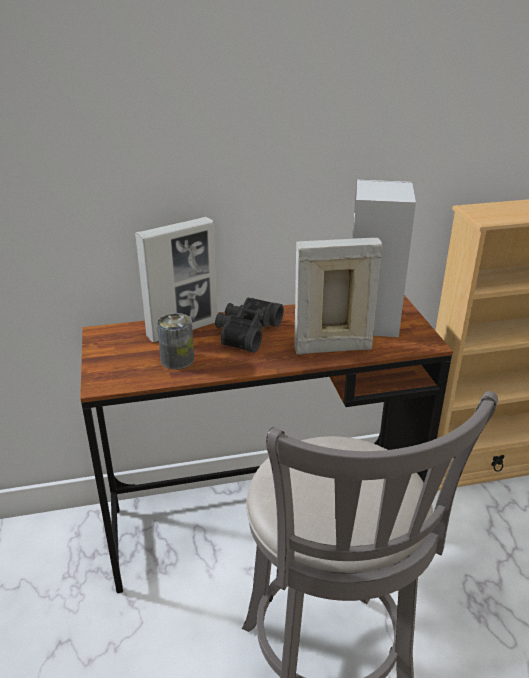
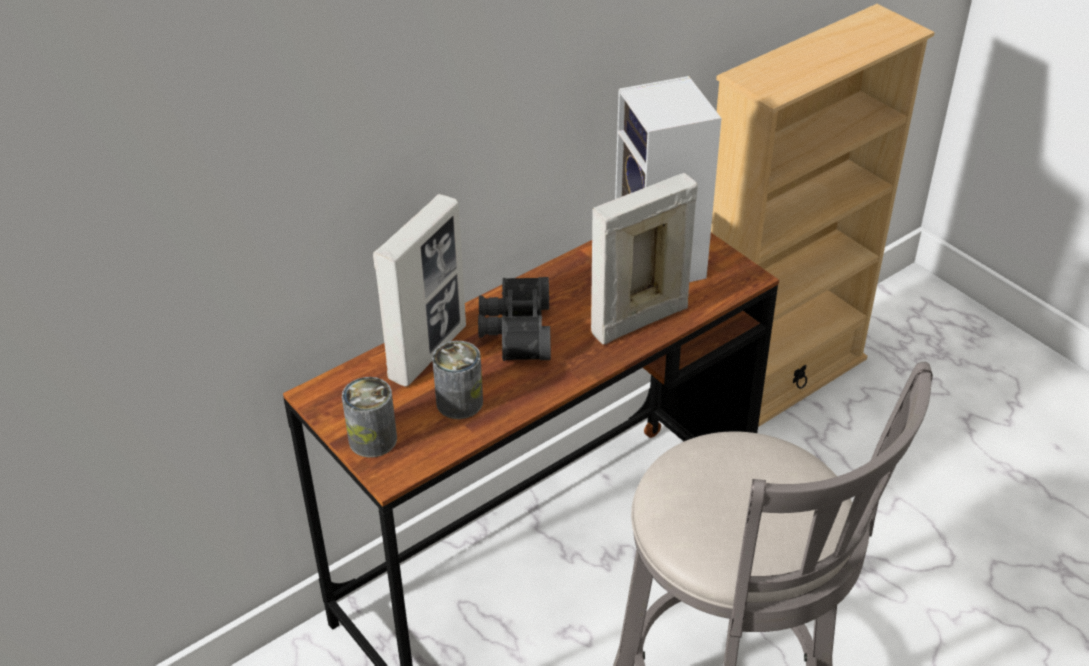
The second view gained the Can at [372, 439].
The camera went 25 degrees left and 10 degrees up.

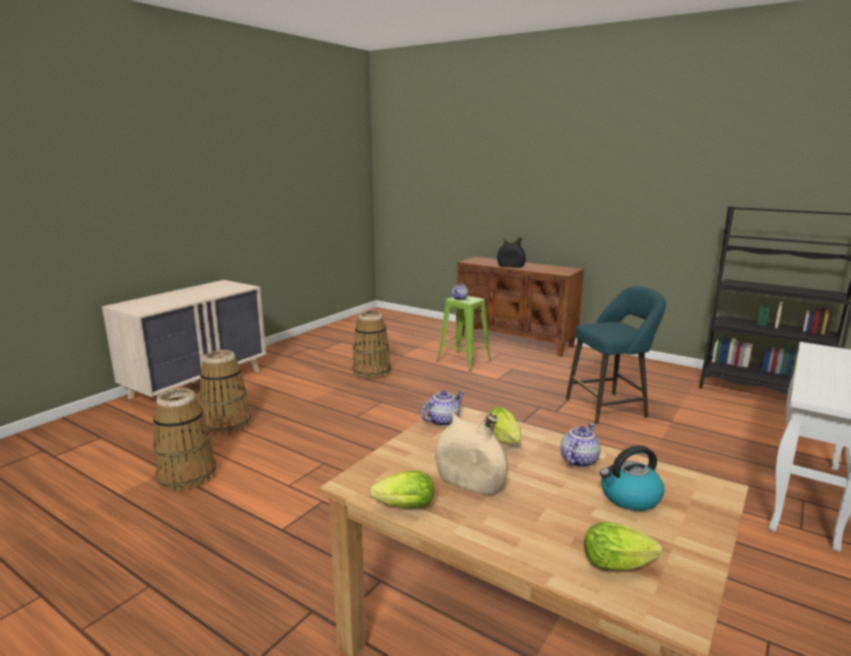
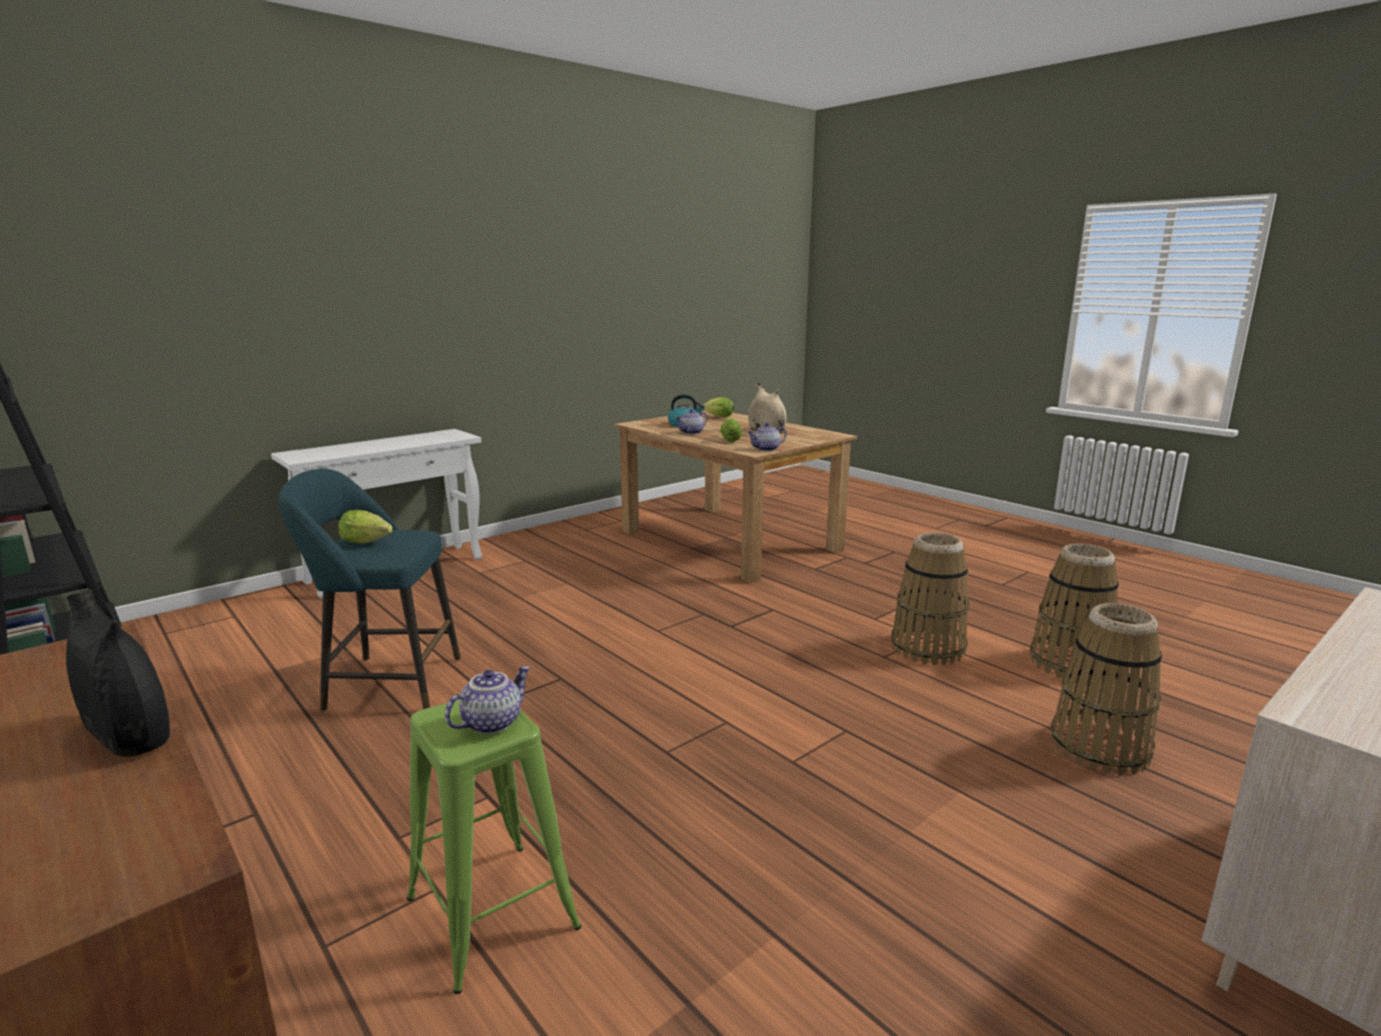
The Basket ended up elsewhere, having gone from [372, 372] to [927, 648].
The HeadOfLettuce ended up elsewhere, having gone from [401, 507] to [368, 542].
The camera went 165 degrees left and 0 degrees up.

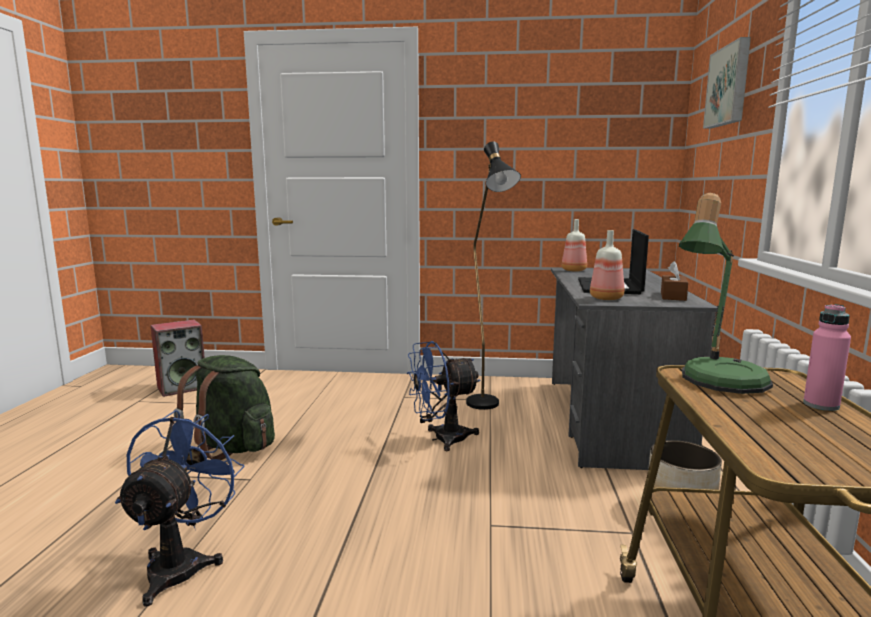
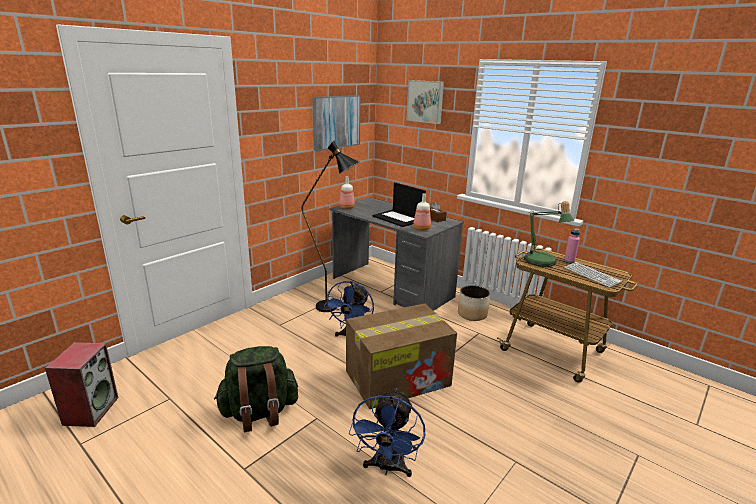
The BluishElectricFan at [182, 563] ended up facing another way, 120 degrees counterclockwise from before.
The second view gained the WallArt at [336, 122].
The second view gained the PackingBox at [399, 378].
The second view gained the Keyboard at [591, 275].
The camera went 55 degrees left and 10 degrees up.

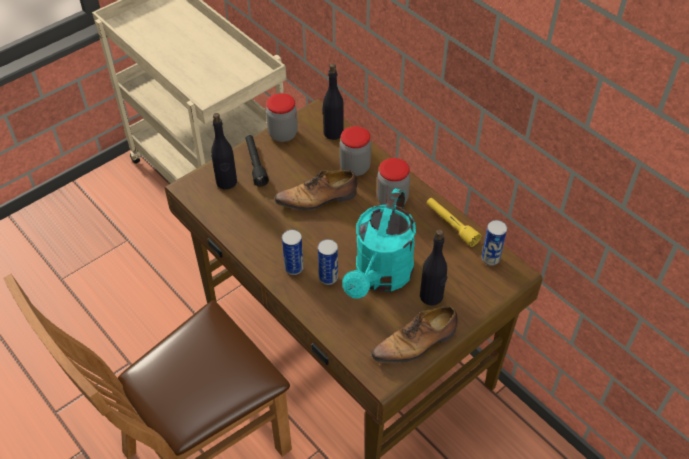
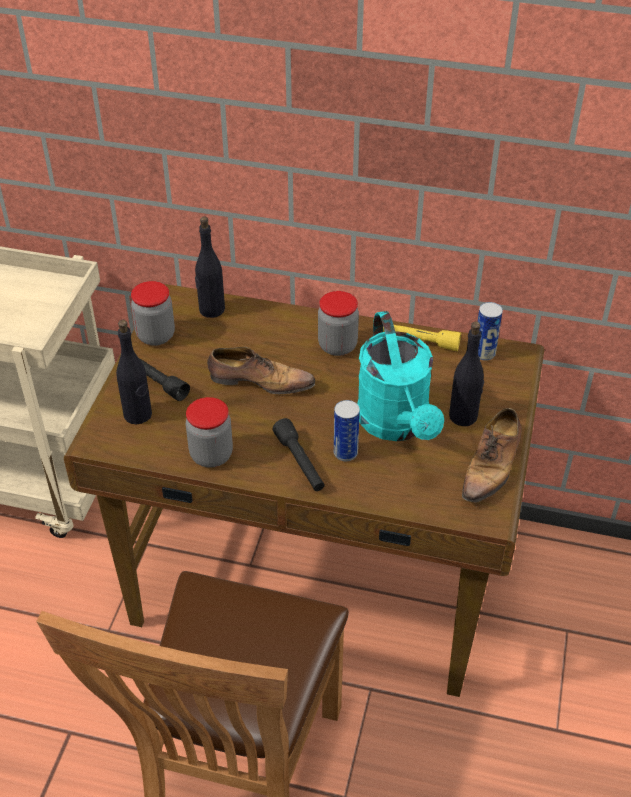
The ItemOfFootwear at [318, 198] ended up facing another way, 120 degrees counterclockwise from before.
Where the Can stood at [294, 268], the BlackFlashlight came to stand at [300, 462].
The PreserveJar ended up elsewhere, having gone from [355, 168] to [211, 455].
The camera went 35 degrees left and 5 degrees down.

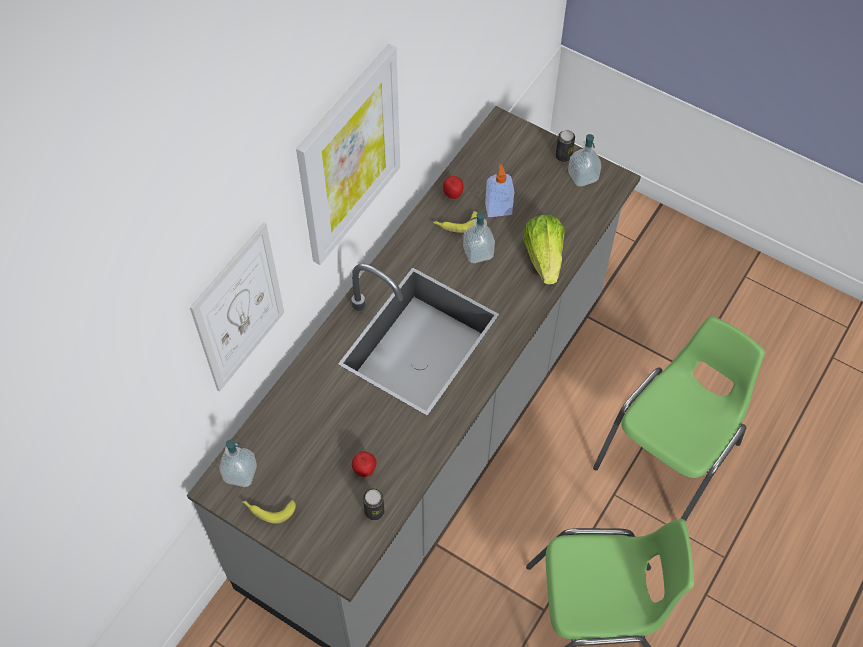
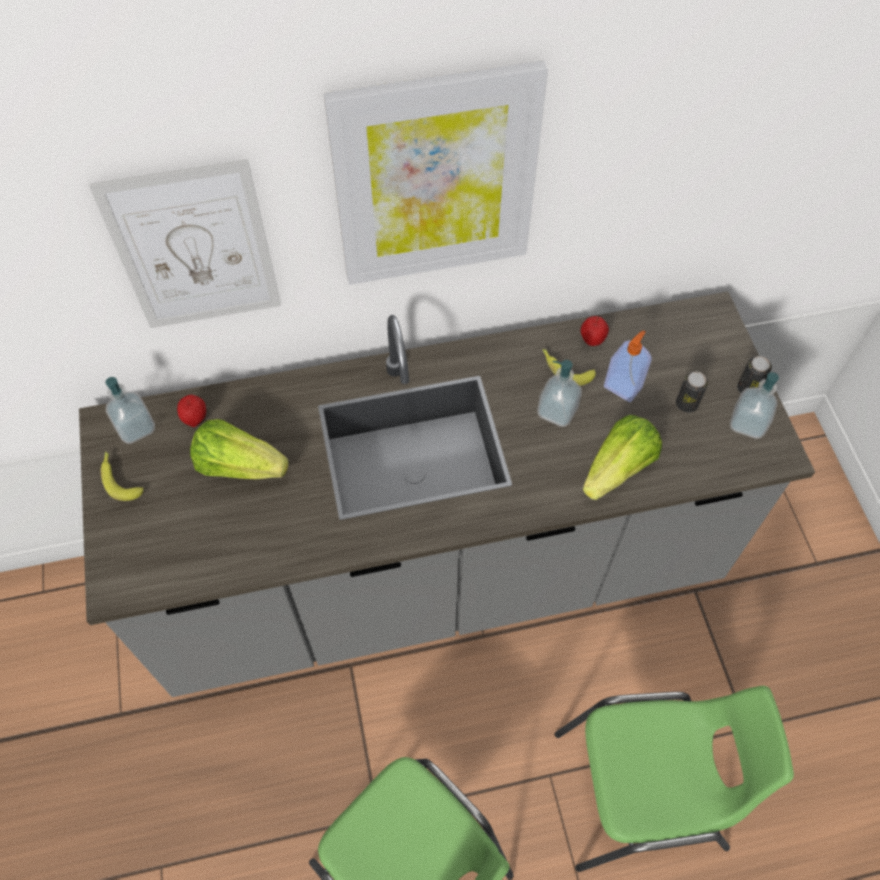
The Apple ended up elsewhere, having gone from [364, 470] to [196, 419].
The Can ended up elsewhere, having gone from [374, 511] to [686, 404].
The second view gained the HeadOfLettuce at [239, 465].
The camera went 45 degrees right and 0 degrees up.

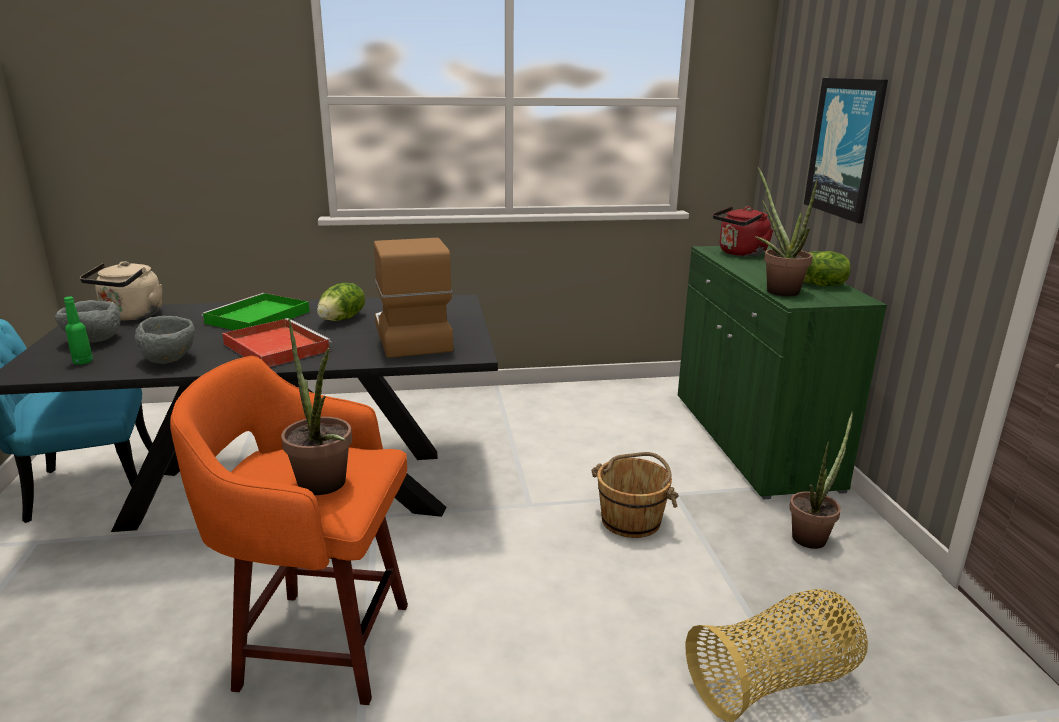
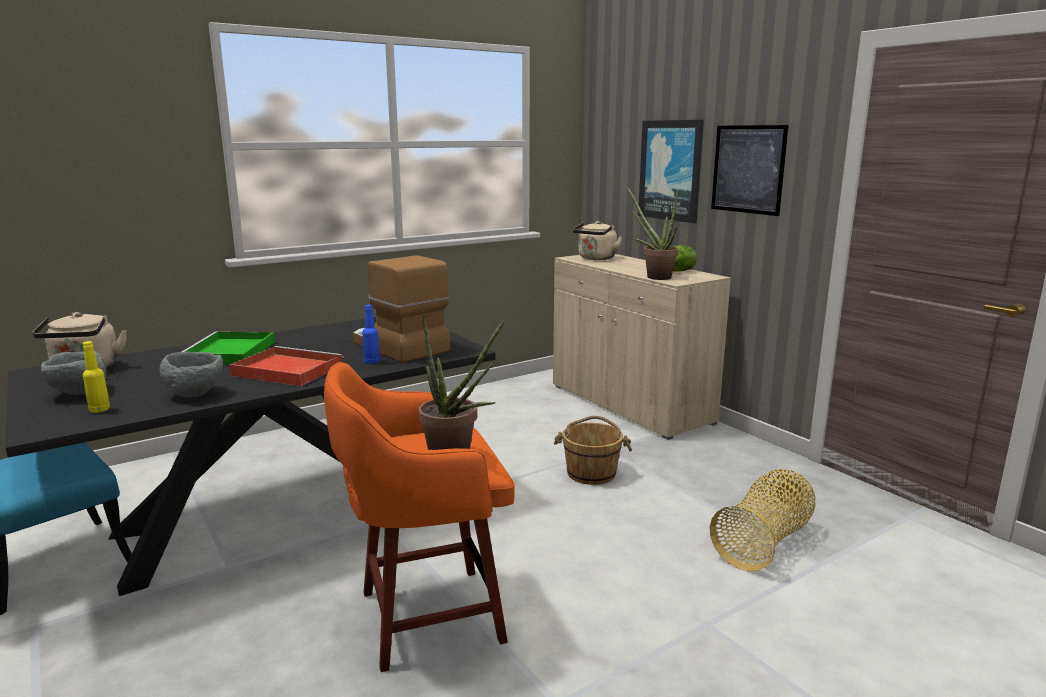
What was the GreenDrinkBottle at [83, 362] turned into the YellowColouredDrinkBottle at [99, 410].
The second view lost the HeadOfLettuce at [342, 319].
What was the GreenCabinet at [751, 440] turned into the BeigeColouredCabinet at [629, 404].
What was the ReddishTeaKettle at [740, 253] turned into the BeigeColouredTeaKettle at [596, 258].
The second view lost the PottedPlant at [812, 535].
The second view gained the BluishDrinkBottle at [372, 362].
The second view gained the WallArt at [748, 169].
The camera went 25 degrees left and 5 degrees down.

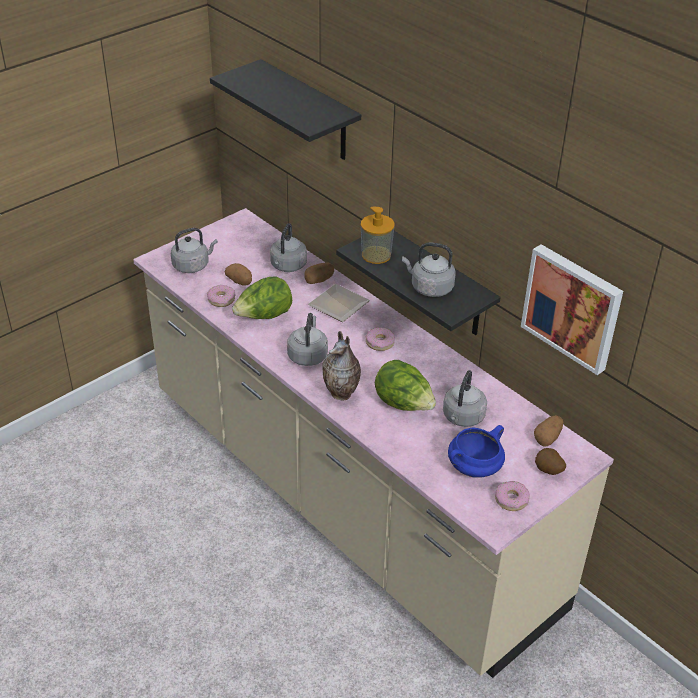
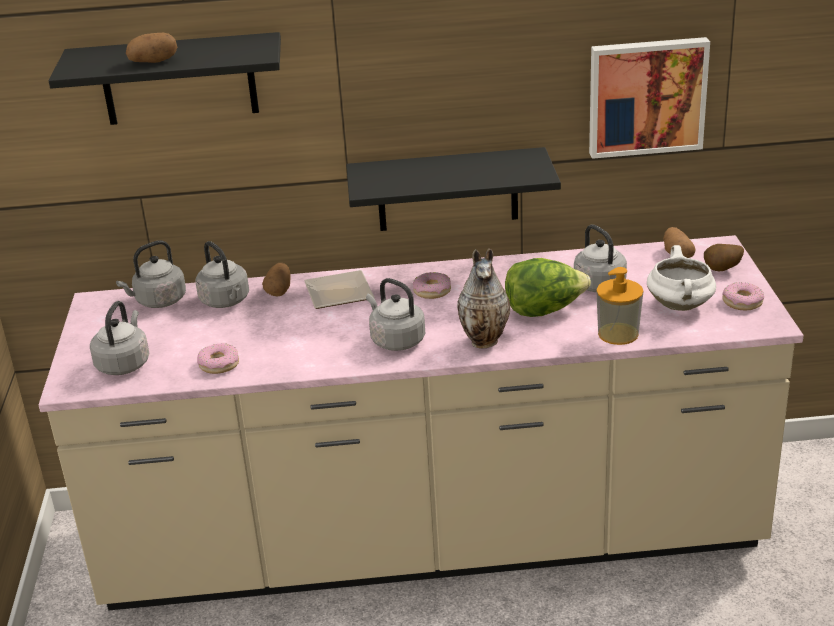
The WholePotato ended up elsewhere, having gone from [240, 281] to [154, 62].
The second view lost the HeadOfLettuce at [264, 316].
The SoapBottle ended up elsewhere, having gone from [376, 255] to [618, 334].
The GrayTeaKettle ended up elsewhere, having gone from [429, 288] to [158, 301].
What was the BluishSaucepot at [474, 469] turned into the WhiteSaucepot at [681, 306].
The camera went 50 degrees left and 10 degrees down.

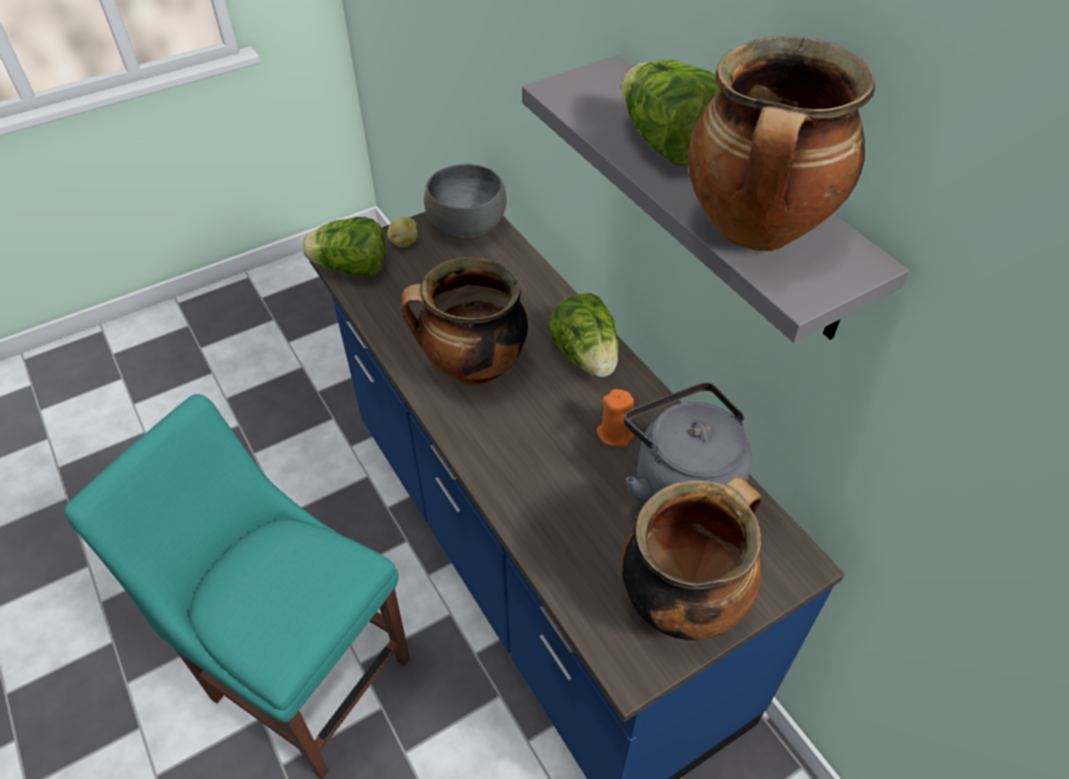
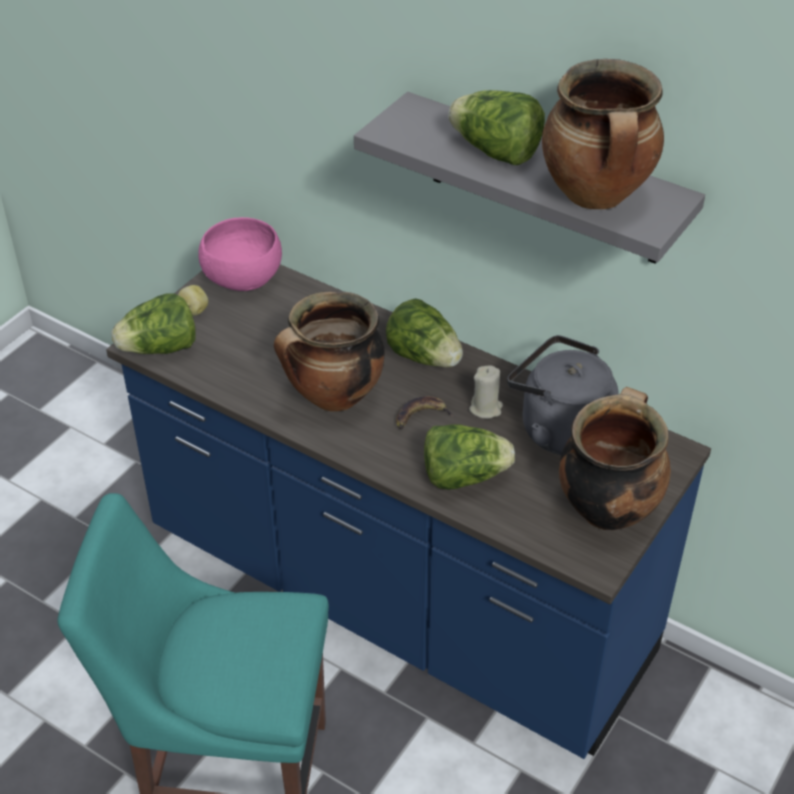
What was the GrayServingBowl at [466, 224] turned into the PinkServingBowl at [242, 278].
What was the OrangeColouredWaxCandle at [615, 434] turned into the BeigeColouredWaxCandle at [486, 408].
The second view gained the BananaFruit at [421, 416].
The second view gained the HeadOfLettuce at [464, 476].
The camera went 25 degrees left and 5 degrees down.

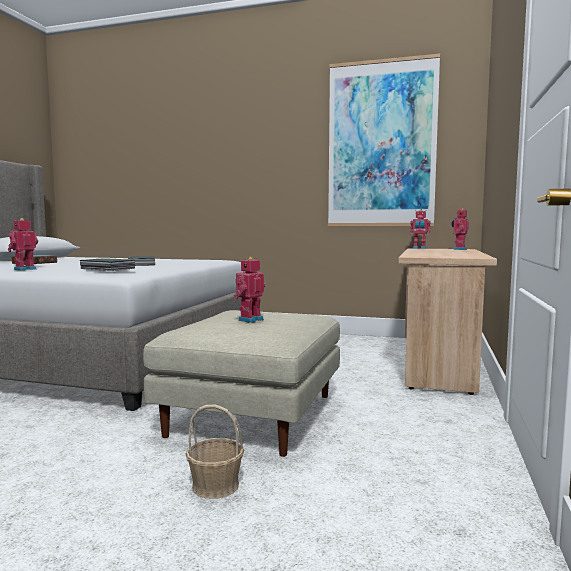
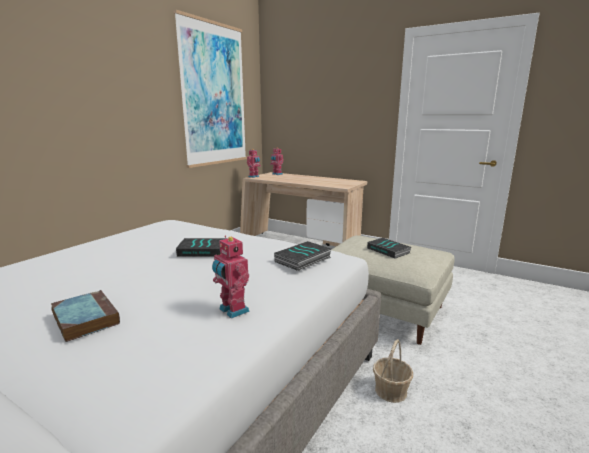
The Basket ended up elsewhere, having gone from [215, 486] to [391, 391].
Where the RobotFigure stood at [249, 320], the Book came to stand at [389, 250].
The camera went 75 degrees left and 10 degrees up.

